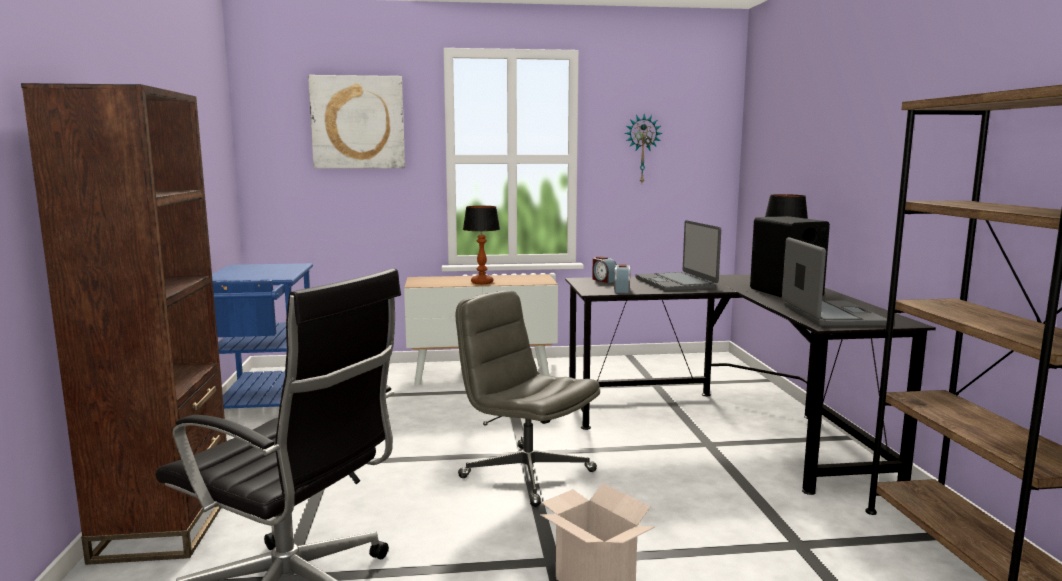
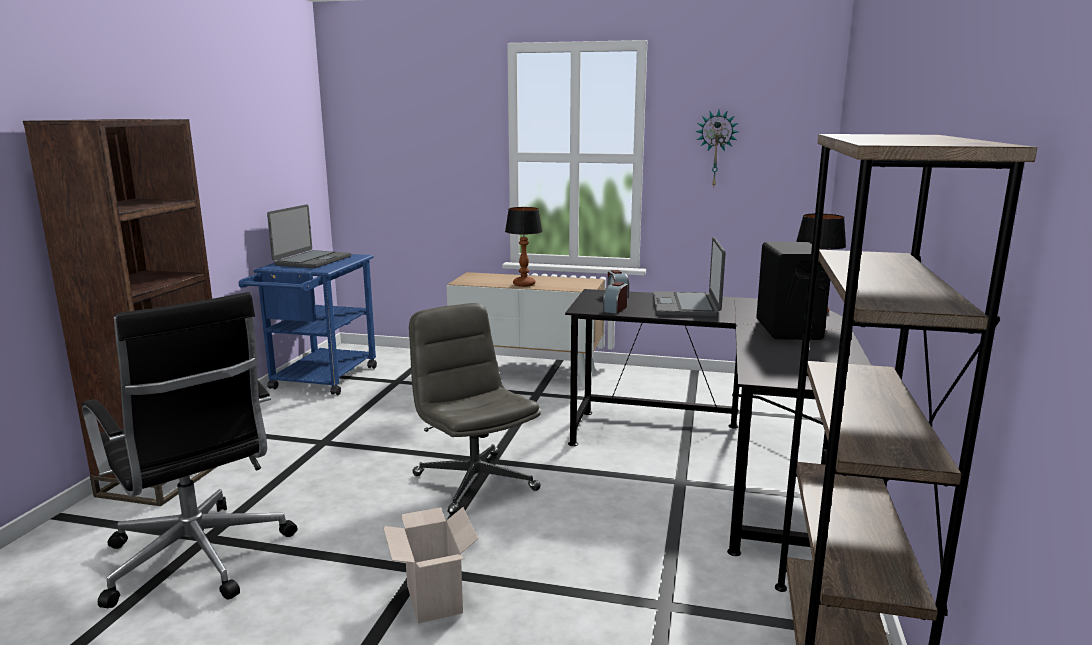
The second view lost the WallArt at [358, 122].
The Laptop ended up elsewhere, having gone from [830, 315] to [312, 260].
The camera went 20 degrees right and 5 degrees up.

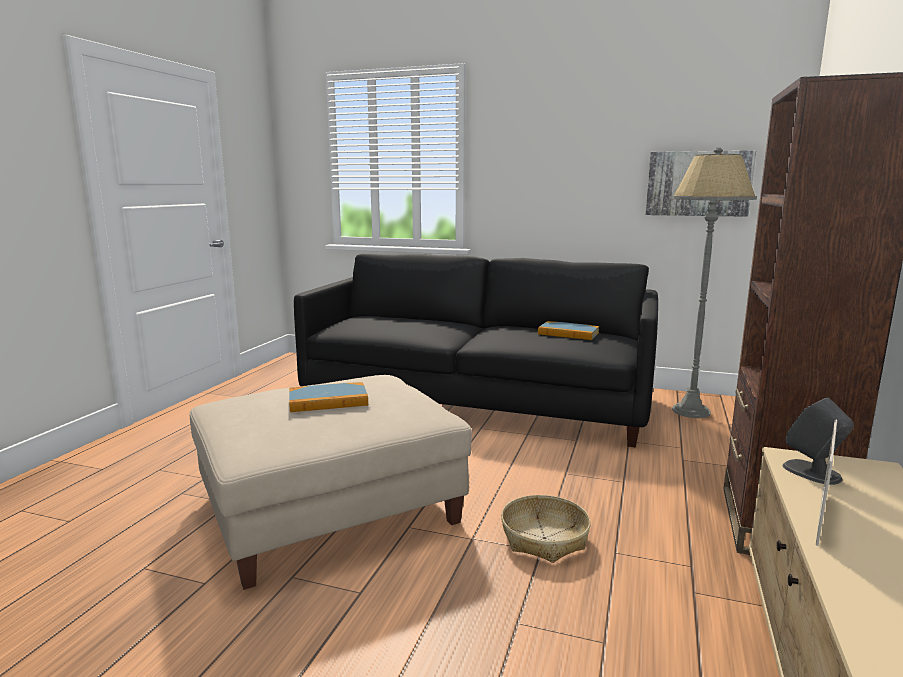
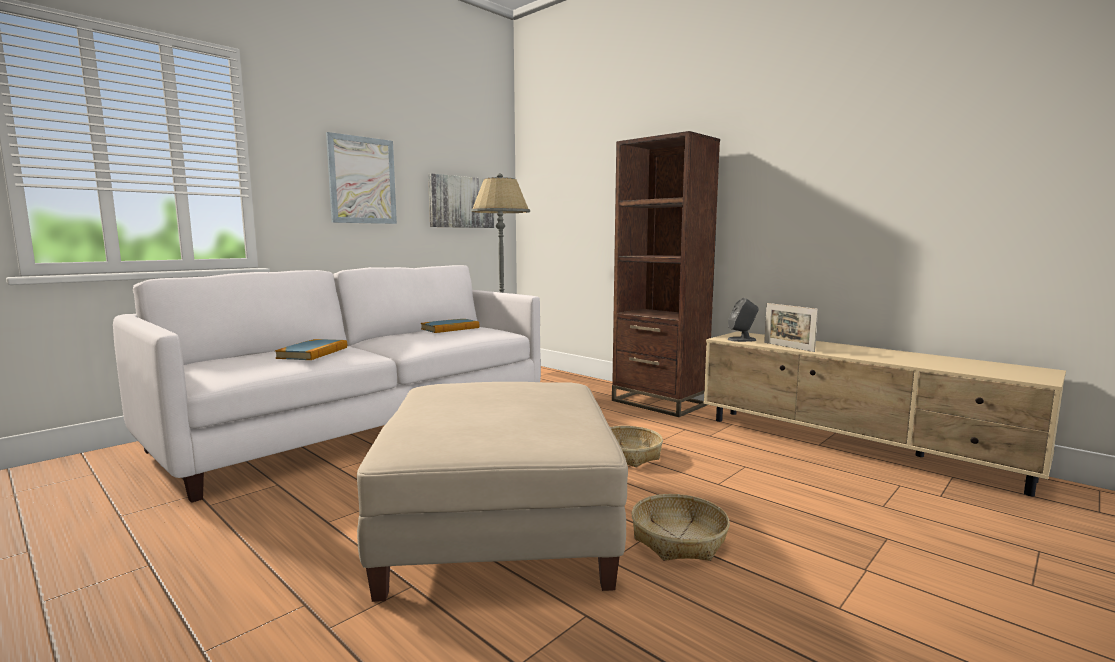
The Book ended up elsewhere, having gone from [328, 401] to [313, 353].
What was the BlackSofa at [478, 401] turned into the WhiteSofa at [363, 424].
The second view gained the WallArt at [362, 180].
The second view gained the Basket at [678, 539].
The camera went 65 degrees left and 5 degrees down.

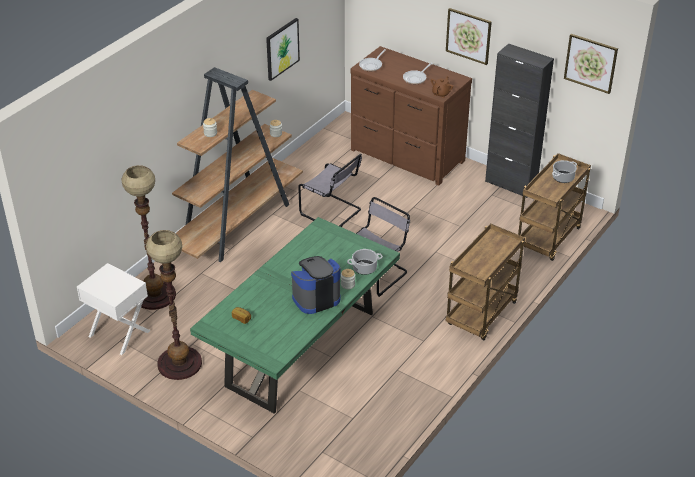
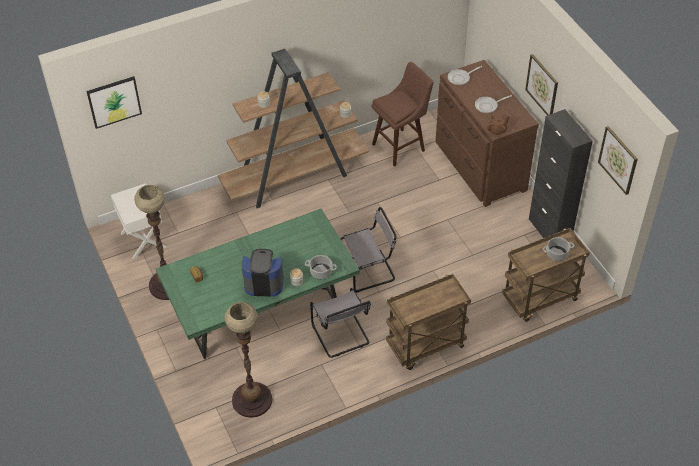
The FloorLamp ended up elsewhere, having gone from [154, 295] to [251, 400].
The WallArt ended up elsewhere, having gone from [282, 48] to [114, 101].
The GrayUprightChair ended up elsewhere, having gone from [332, 213] to [341, 336].
The second view gained the BrownColouredStoolSeat at [401, 146].
The camera went 30 degrees right and 10 degrees up.

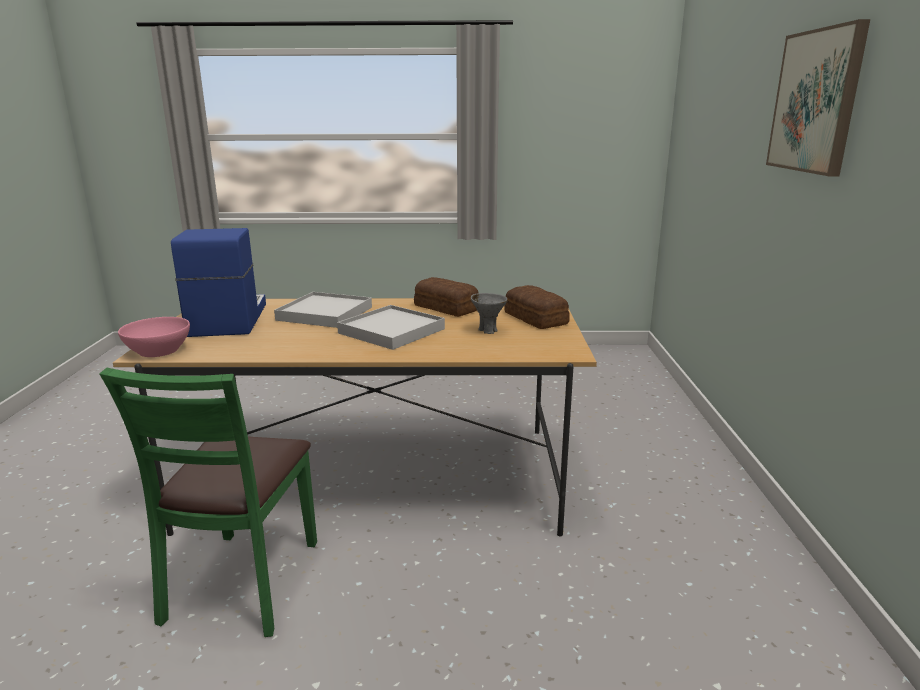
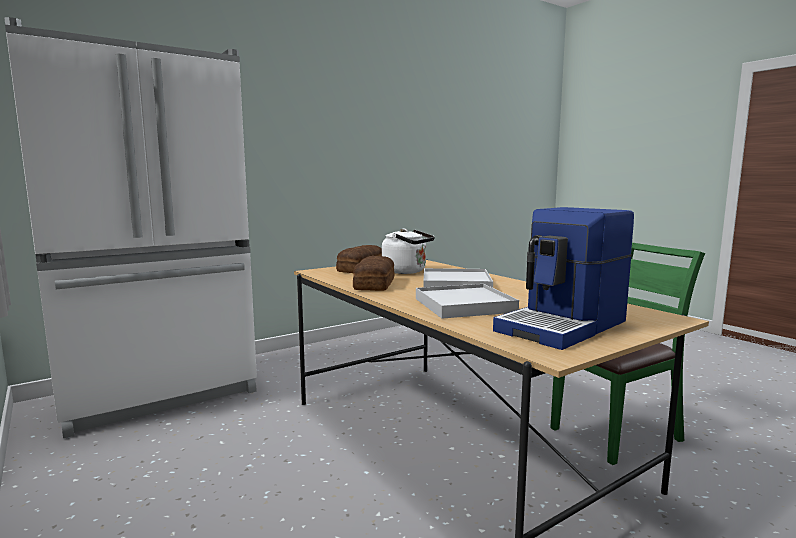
The second view lost the PinkServingBowl at [158, 351].
Where the GrayServingBowl stood at [488, 330], the WhiteTeaKettle came to stand at [407, 271].
The second view lost the WallArt at [816, 101].
The second view gained the WhiteFridge at [160, 394].
The camera went 125 degrees left and 10 degrees down.

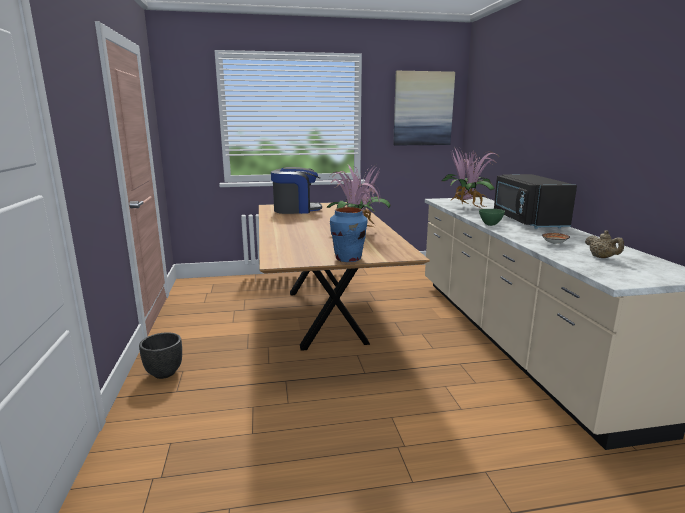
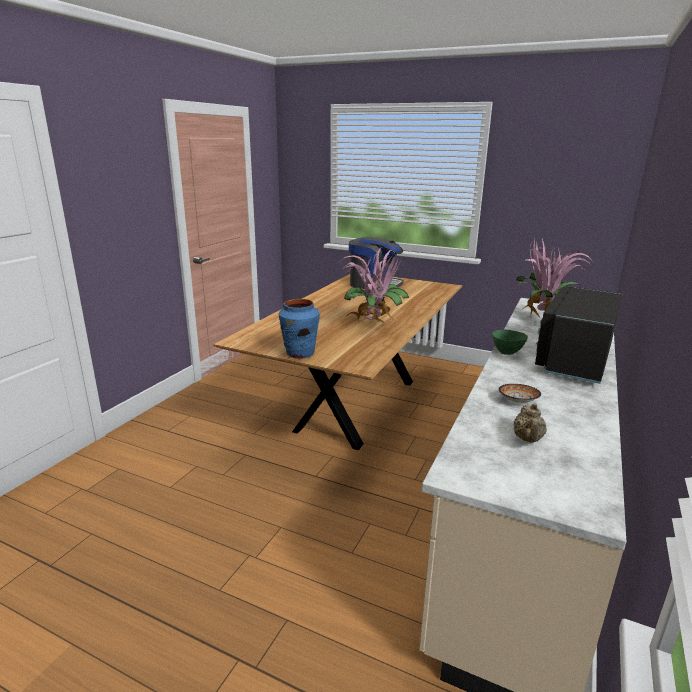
The second view lost the BlackPlantPot at [165, 373].
The second view lost the WallArt at [423, 109].
The camera went 35 degrees right and 5 degrees up.

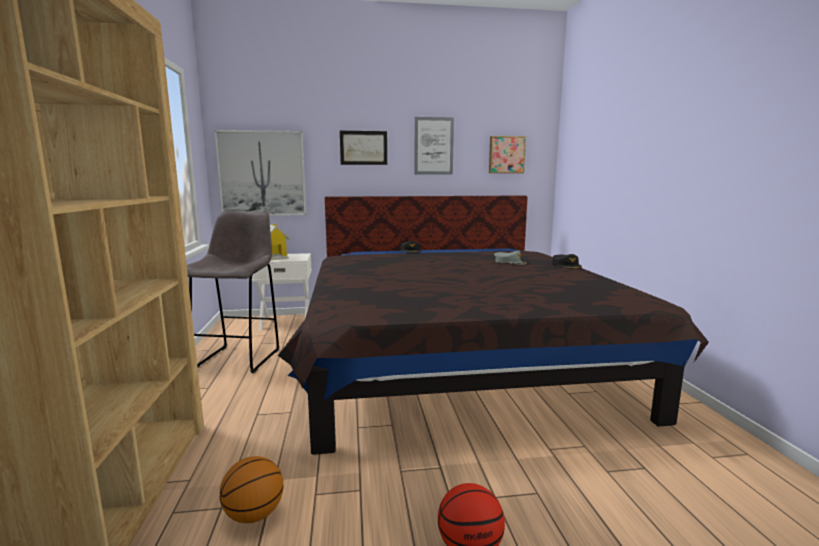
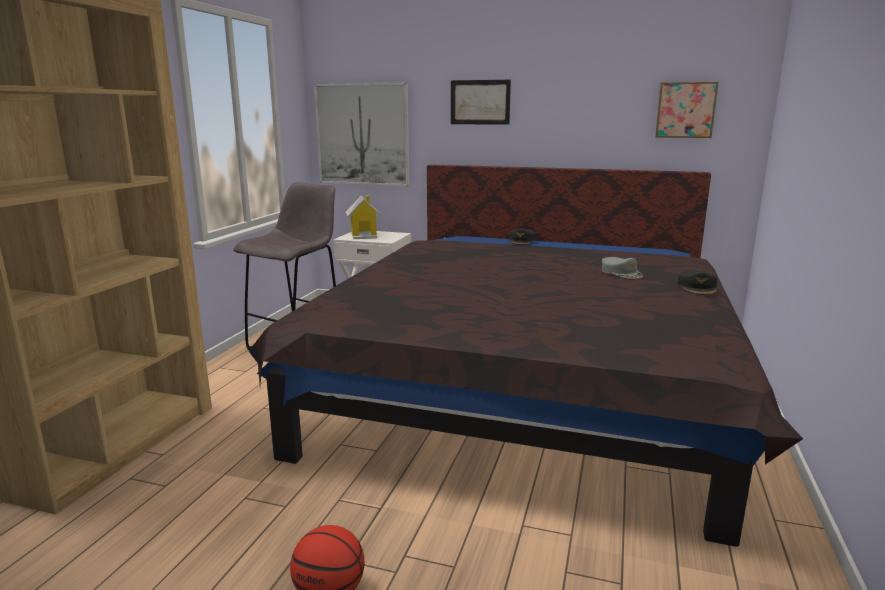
The second view lost the BasketballBall at [254, 514].
The second view lost the WallArt at [433, 146].
The camera went 25 degrees right and 5 degrees up.

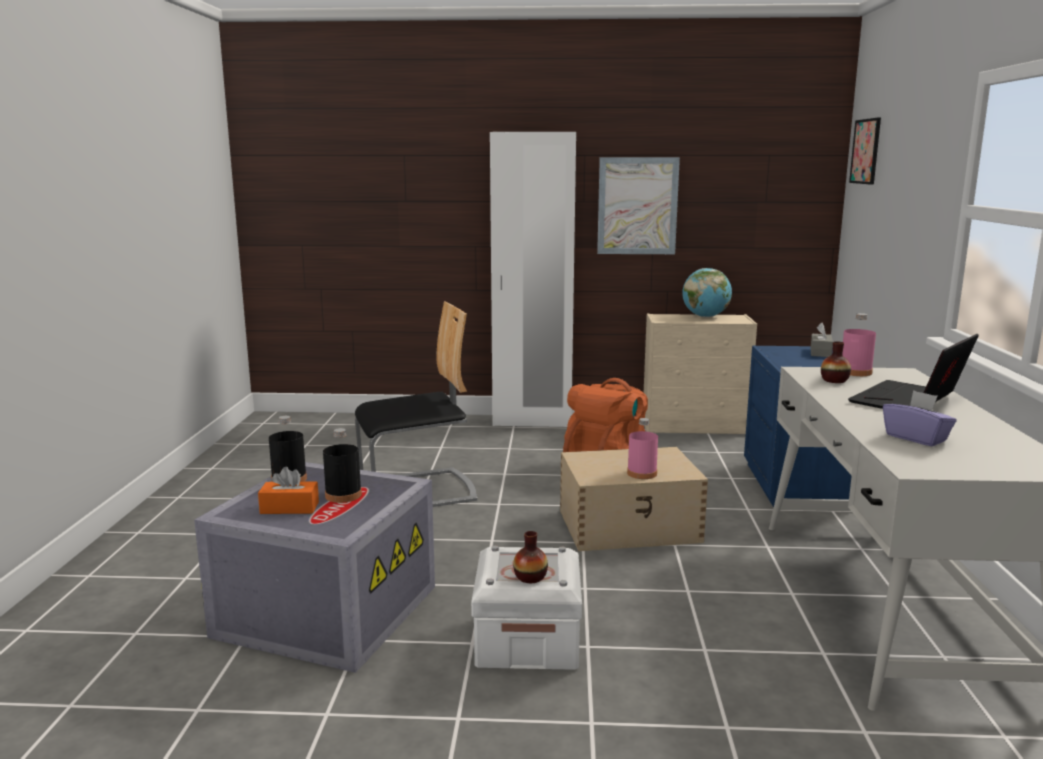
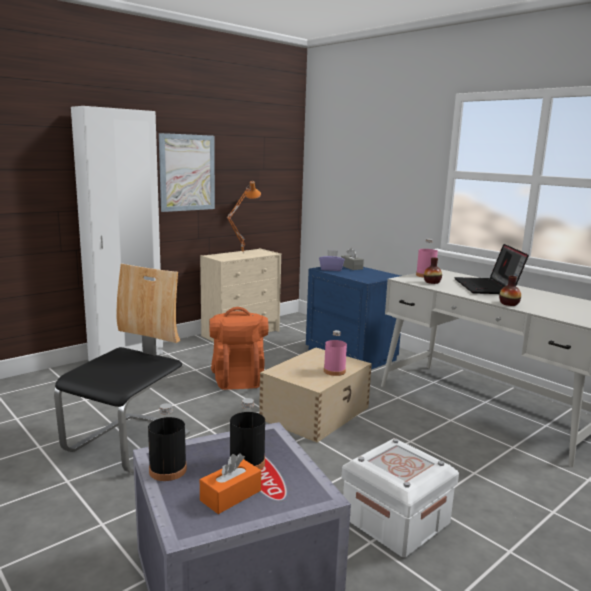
The DecorativeVase ended up elsewhere, having gone from [530, 577] to [509, 304].
Where the WorldGlobe stood at [705, 317], the OrangeColouredTableLamp came to stand at [241, 253].
The second view lost the WallArt at [865, 151].
The PurpleColouredBoxOfTissues ended up elsewhere, having gone from [916, 438] to [331, 269].
The camera went 45 degrees left and 0 degrees up.

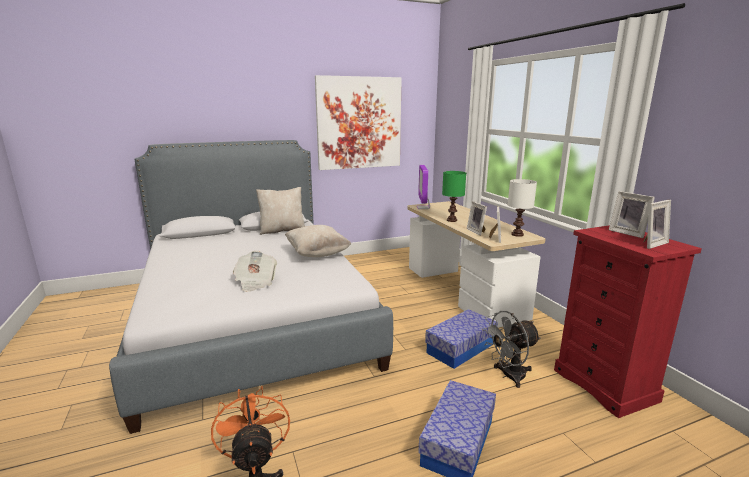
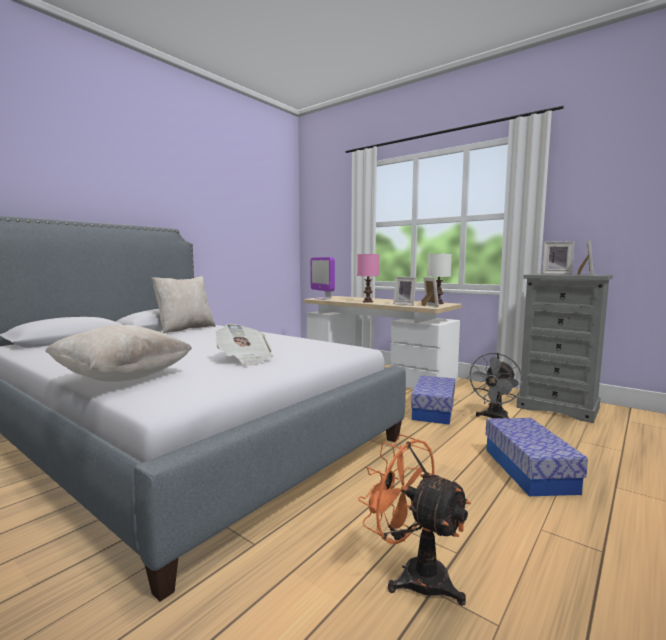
The BeigeColouredThrowPillow ended up elsewhere, having gone from [317, 254] to [122, 378].
The second view lost the WallArt at [359, 123].
What was the GreenTableLamp at [451, 220] turned into the PinkTableLamp at [367, 302].
What was the ReddishDresser at [605, 385] turned into the GrayDresser at [558, 408].
The camera went 30 degrees left and 10 degrees down.

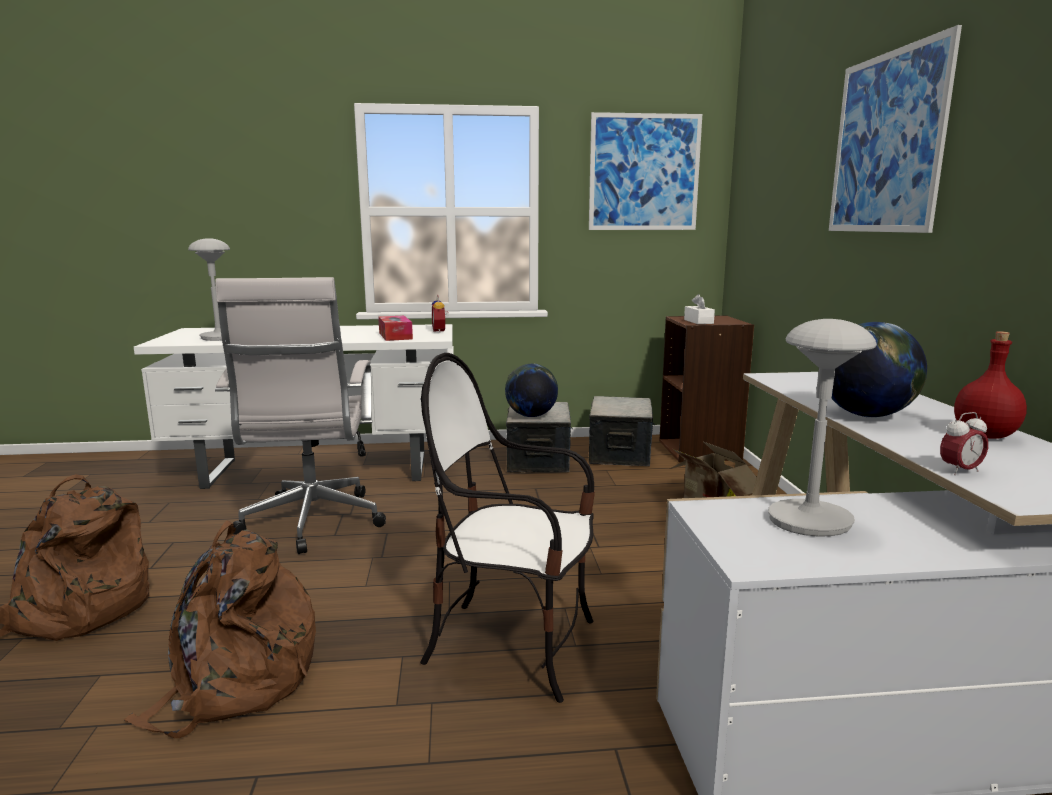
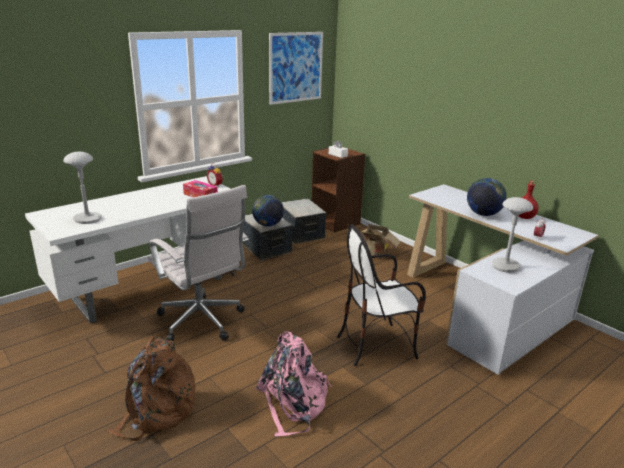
What was the BrownColouredBackpack at [236, 681] turned into the PinkBackpack at [293, 403].
The second view lost the WallArt at [886, 143].
The camera went 35 degrees left and 10 degrees up.

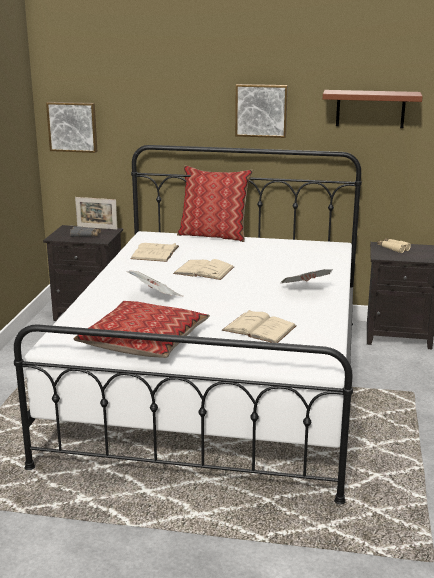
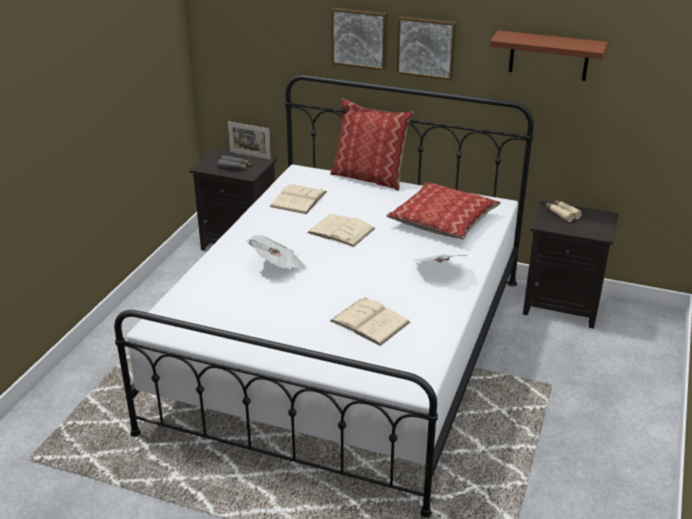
The WallArt ended up elsewhere, having gone from [73, 126] to [360, 38].
The ThrowPillow ended up elsewhere, having gone from [144, 341] to [443, 220].
The camera went 10 degrees right and 10 degrees up.

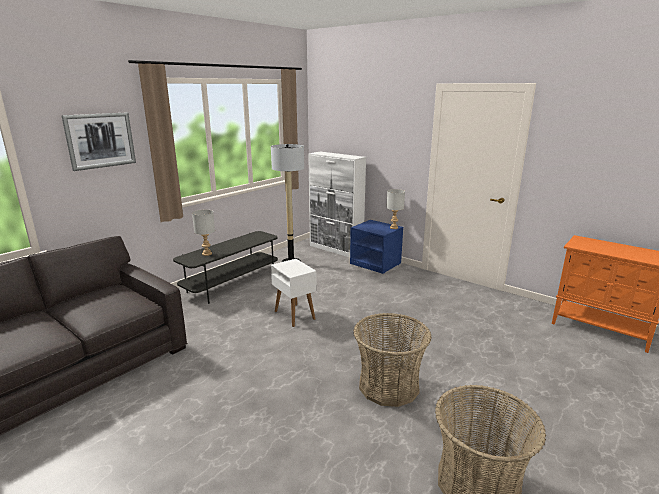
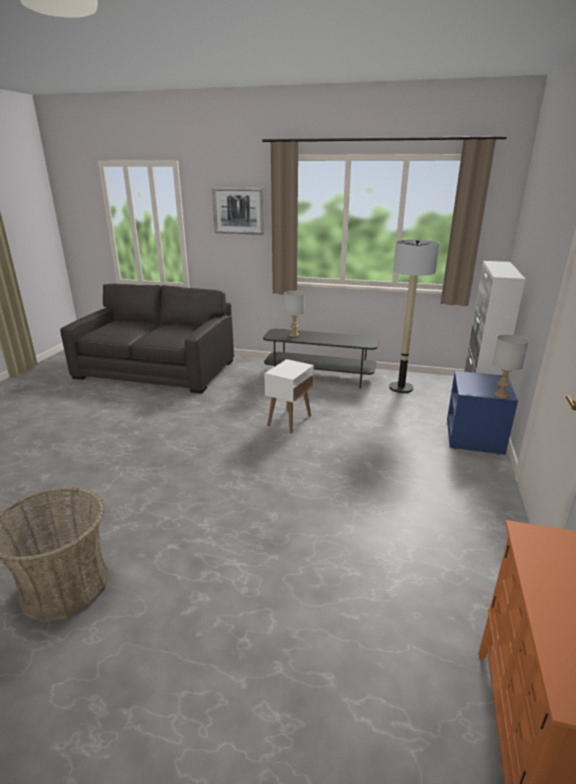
The second view lost the Basket at [389, 385].
The camera went 65 degrees right and 5 degrees up.

